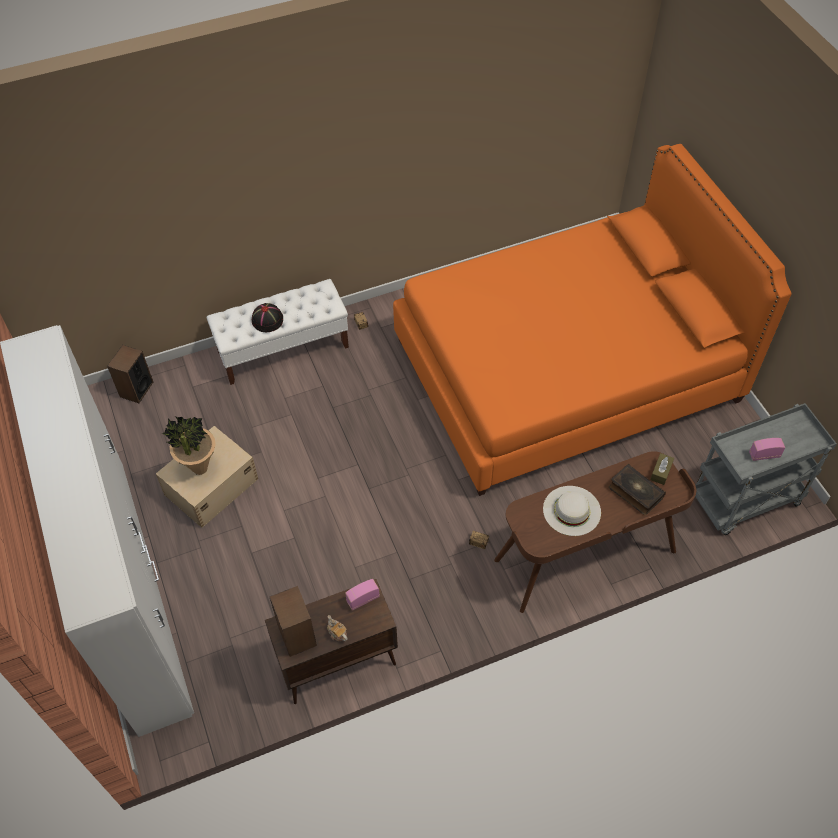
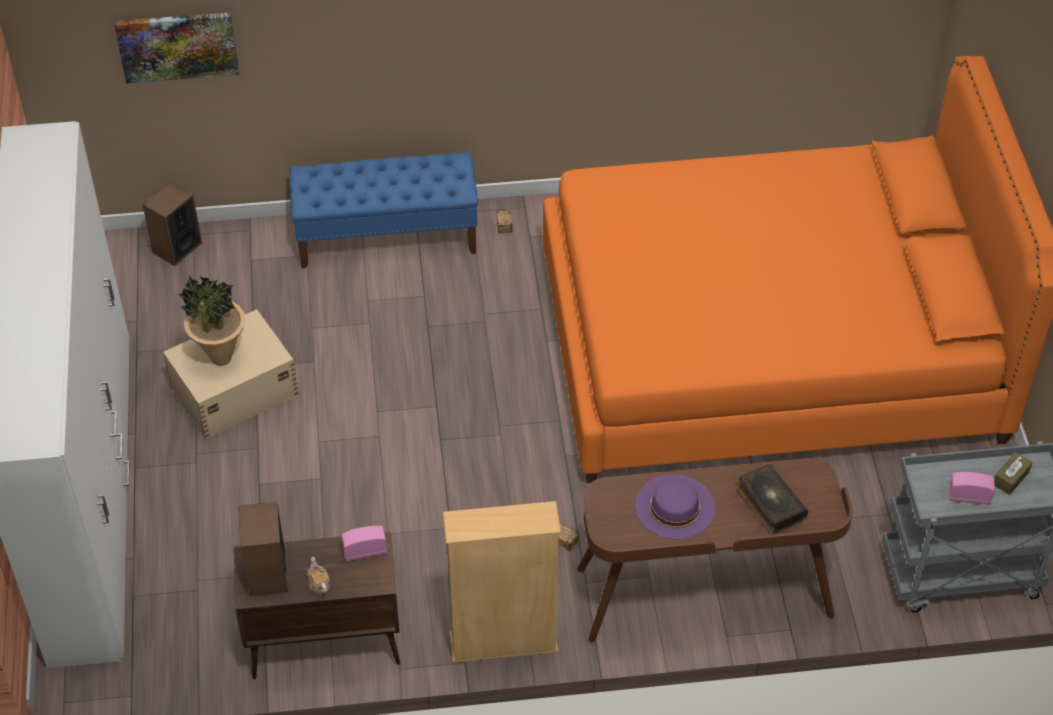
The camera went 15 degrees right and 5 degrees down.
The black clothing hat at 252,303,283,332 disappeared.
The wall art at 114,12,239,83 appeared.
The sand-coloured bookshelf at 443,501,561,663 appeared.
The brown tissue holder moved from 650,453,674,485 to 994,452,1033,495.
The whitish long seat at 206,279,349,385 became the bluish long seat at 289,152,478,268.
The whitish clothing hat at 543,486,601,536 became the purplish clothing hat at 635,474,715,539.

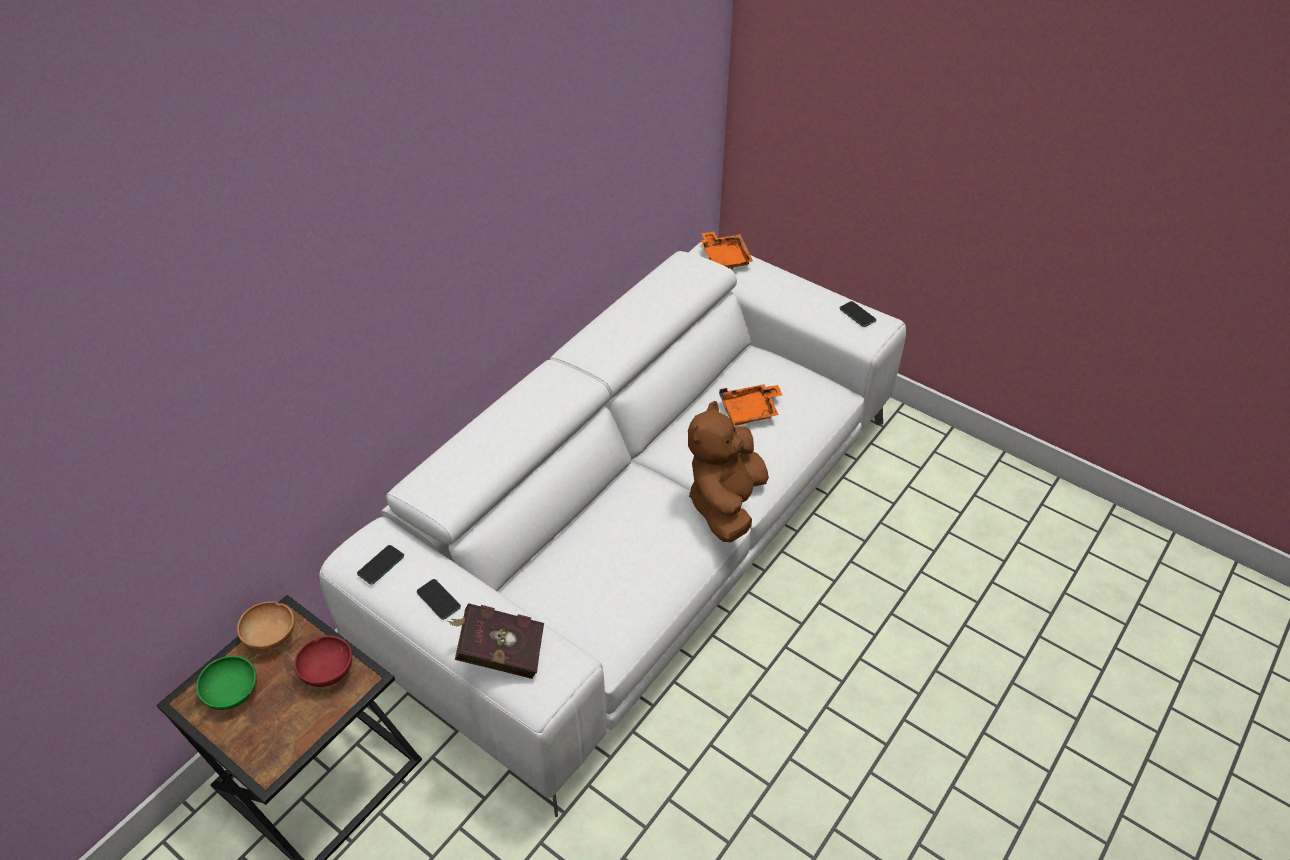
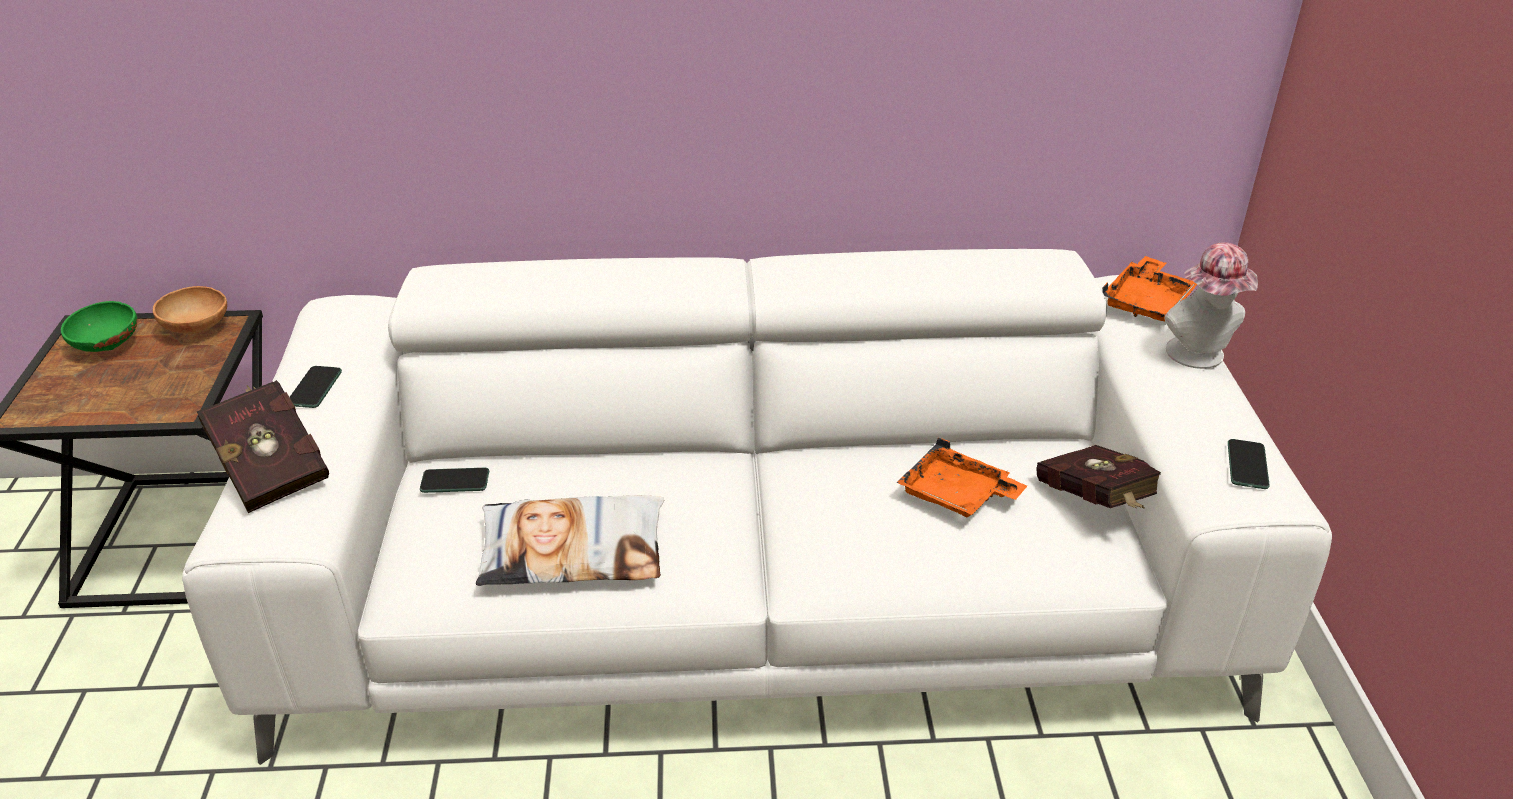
The camera went 50 degrees right and 10 degrees down.
The red-coloured deep dish at 294,636,352,687 disappeared.
The brown plush toy at 688,401,769,542 disappeared.
The cushion at 476,495,664,586 appeared.
The red-coloured volume at 1036,445,1161,508 appeared.
The clothing hat at 1164,242,1258,369 appeared.
The phone moved from 357,545,404,585 to 420,468,489,493.

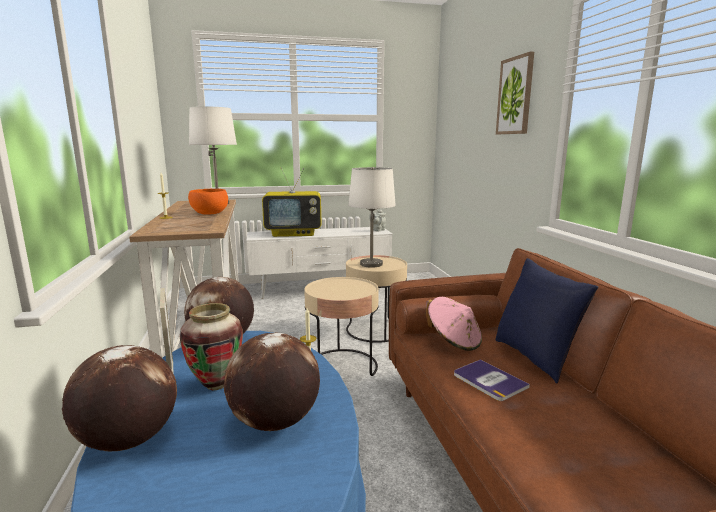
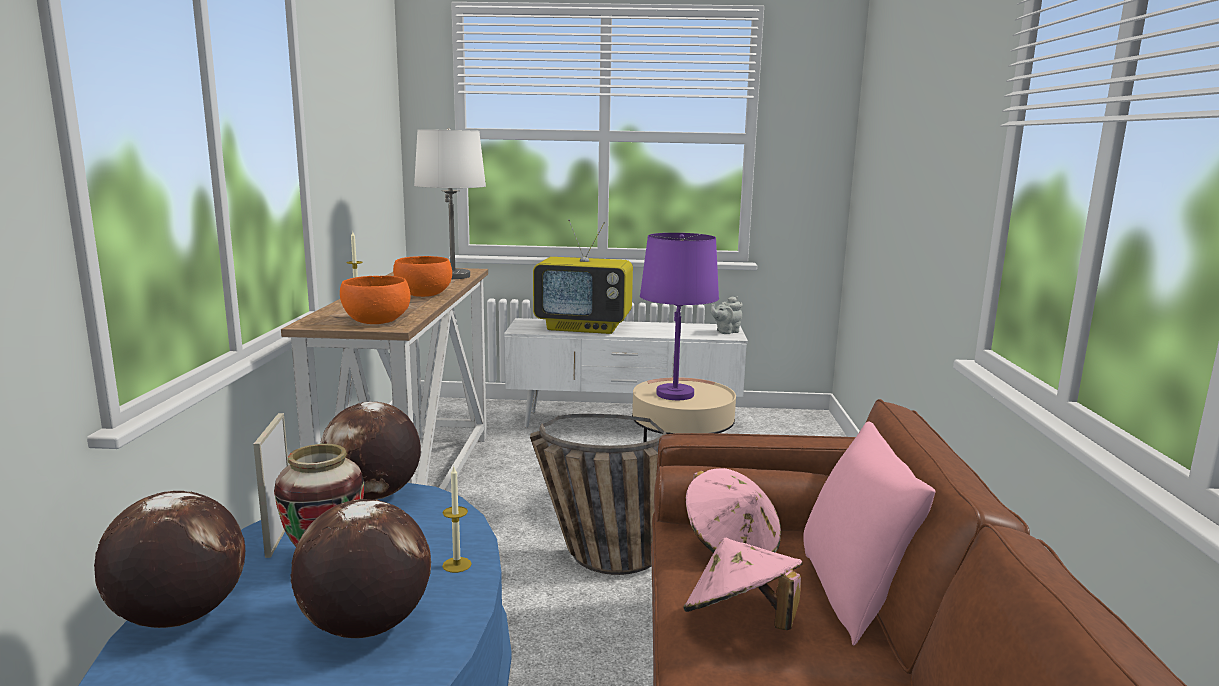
The camera went 15 degrees right and 0 degrees up.
The wall art at 496,52,534,134 disappeared.
The orange-coloured deep dish at 340,276,411,324 appeared.
The sand-coloured end table at 304,277,379,376 was replaced by the basket at 530,414,666,575.
The volume at 454,360,530,401 was replaced by the pinkish clothing hat at 683,538,803,630.
The whitish table lamp at 348,167,396,268 became the purplish table lamp at 640,233,719,400.
The bluish cushion at 495,258,599,383 became the pinkish cushion at 803,421,936,645.

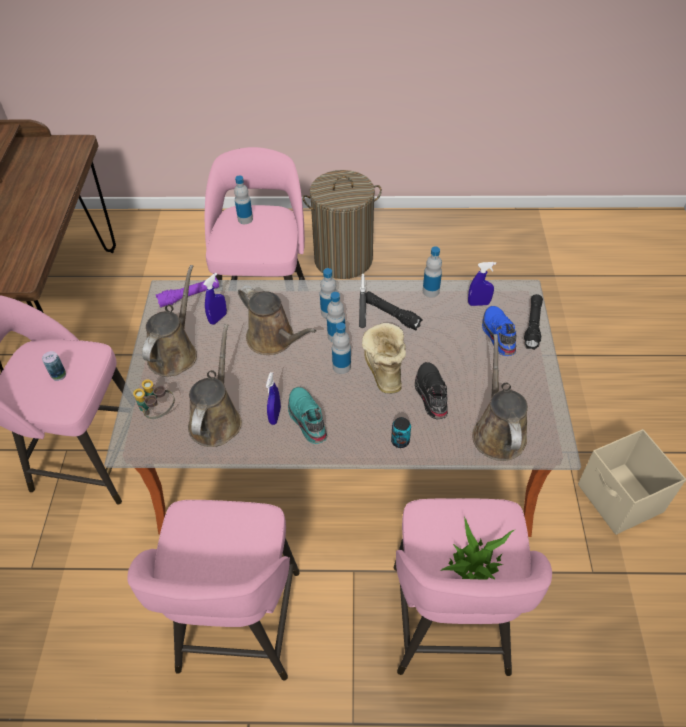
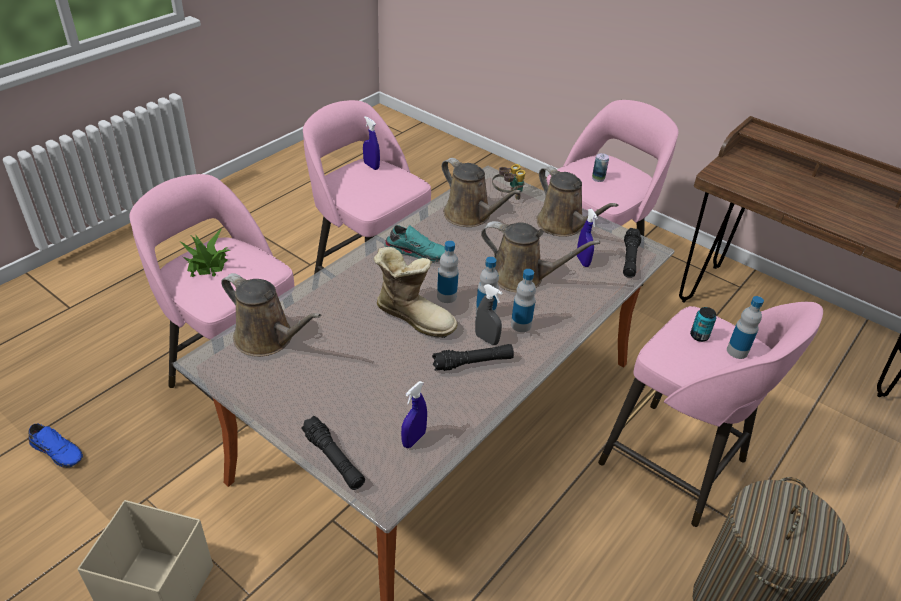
The camera went 125 degrees right and 10 degrees down.
The black low shoe at 415,362,448,419 disappeared.
The drink bottle at 423,246,442,298 disappeared.
The bluish spray bottle moved from 266,372,281,425 to 363,116,380,170.
The can moved from 391,417,411,448 to 690,307,716,342.
The bluish low shoe moved from 482,306,516,356 to 28,424,83,468.
The purplish torch at 156,278,219,307 became the black torch at 623,228,641,278.
The brown watering pot at 238,285,317,355 turned 150 degrees counterclockwise.

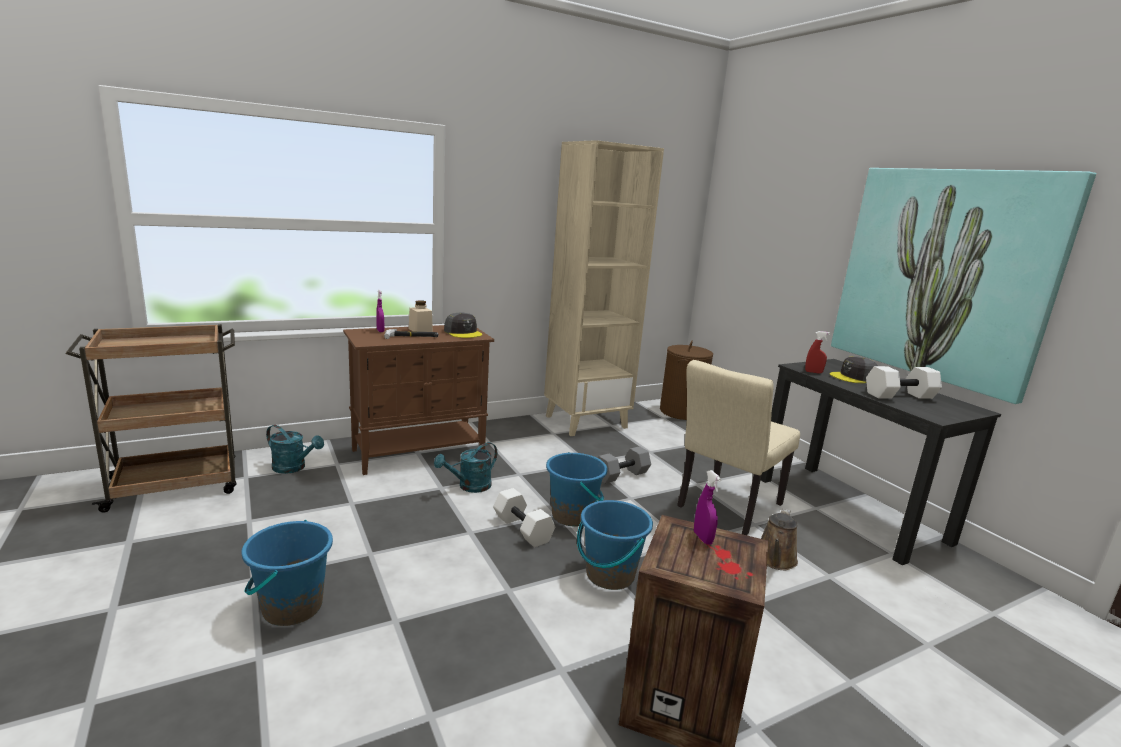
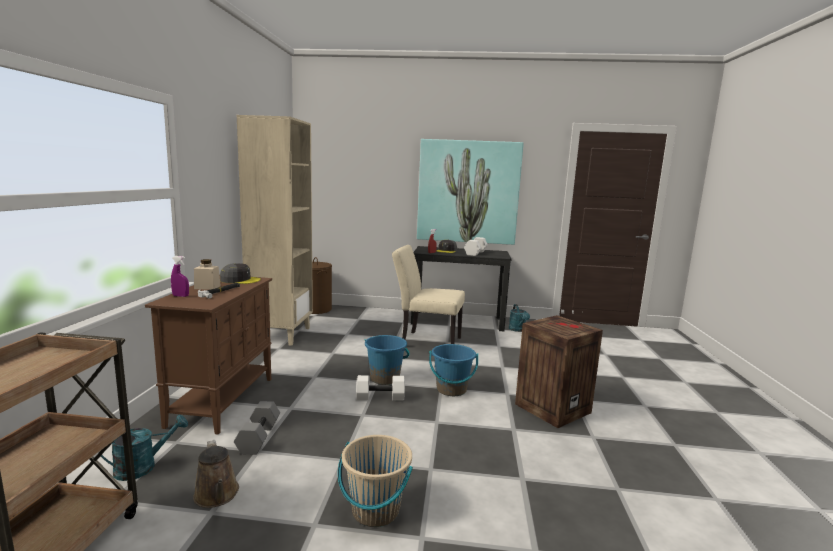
The camera went 55 degrees left and 5 degrees down.
The purplish spray bottle at 694,470,721,545 disappeared.
The turquoise watering pot moved from 434,442,497,493 to 509,304,530,332.
The grey free weight moved from 598,446,651,484 to 234,401,280,455.
The brown watering pot moved from 761,509,798,570 to 193,440,239,508.
The bluish pail at 241,520,333,626 became the sand-coloured pail at 338,435,413,527.
The sand-coloured chair at 677,360,800,535 turned 120 degrees clockwise.

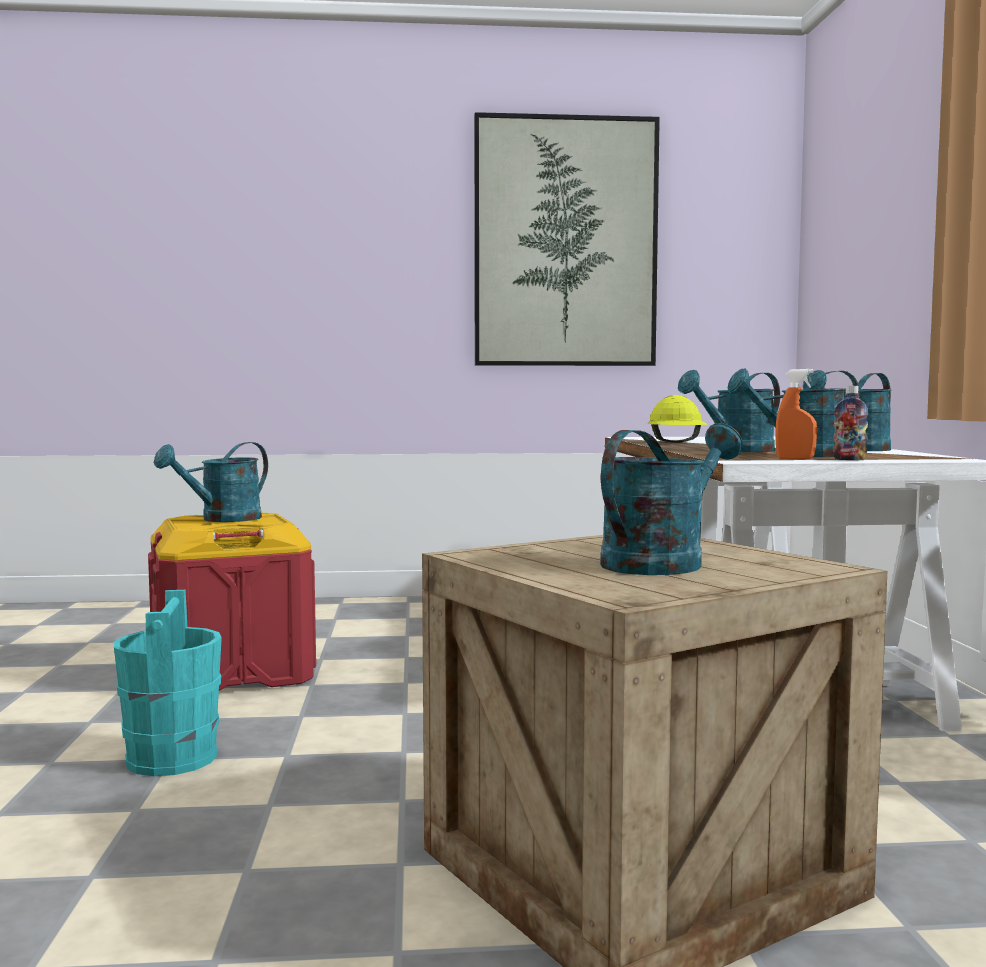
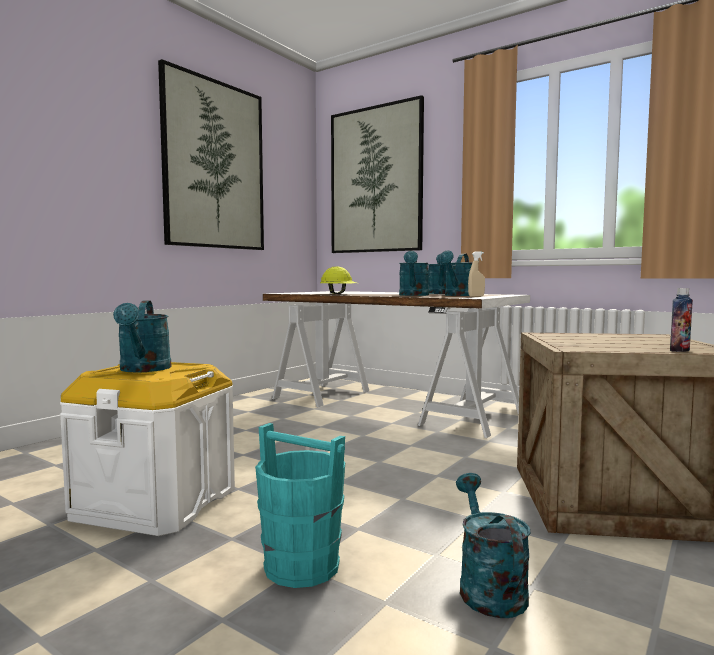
The camera went 50 degrees left and 0 degrees up.
The wall art at 331,95,424,253 appeared.
The turquoise watering pot moved from 600,423,743,575 to 456,473,531,618.
The drink bottle moved from 833,386,868,460 to 670,288,693,352.
The red-coloured storage bin at 148,513,316,691 became the whitish storage bin at 60,362,235,536.
The orange-coloured spray bottle at 775,369,817,460 became the sand-coloured spray bottle at 468,252,485,297.

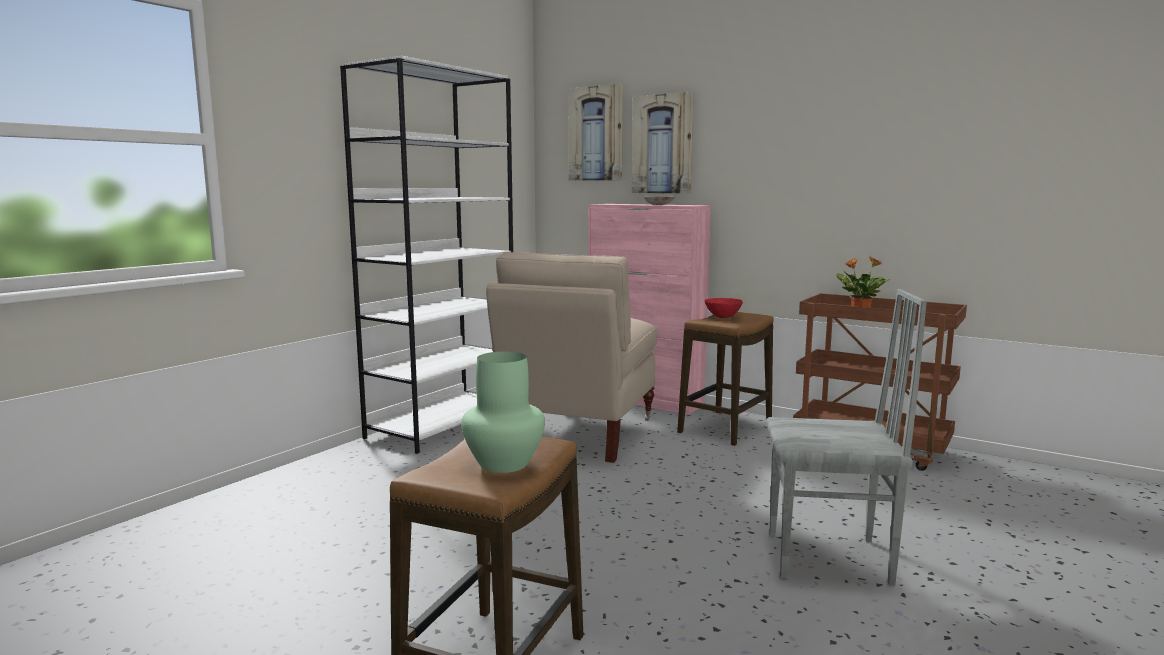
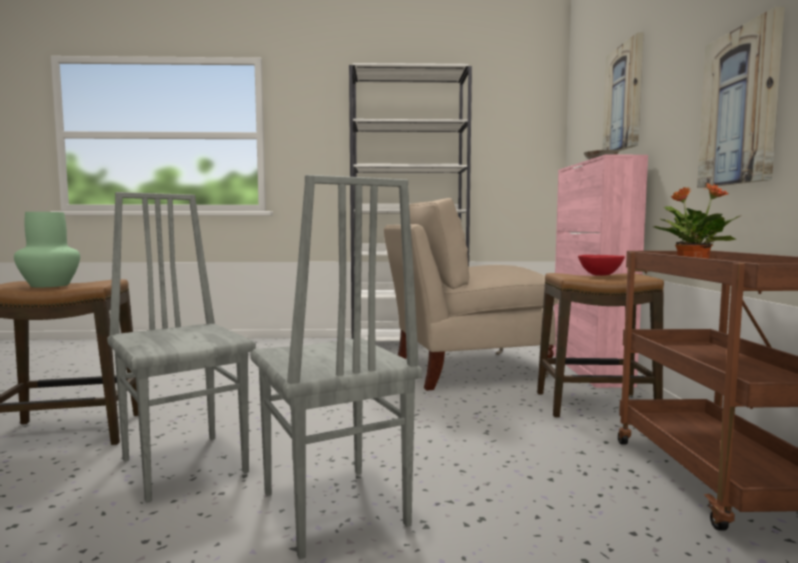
The camera went 55 degrees right and 5 degrees down.
The grey chair at 107,192,256,503 appeared.
The wall art moved from 568,84,623,181 to 697,7,785,188.

